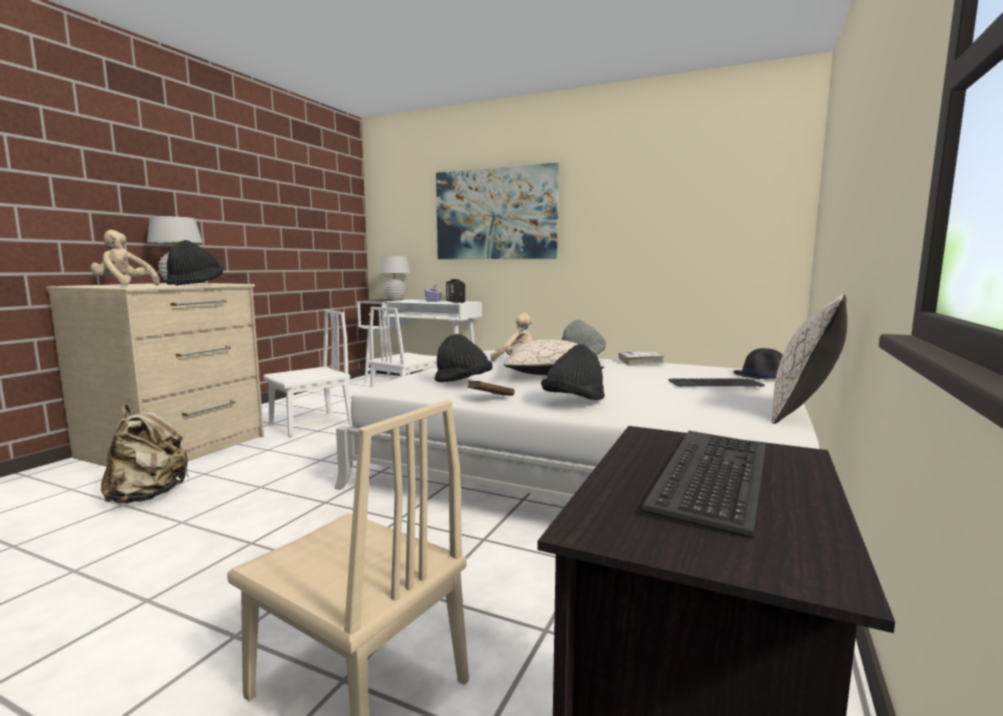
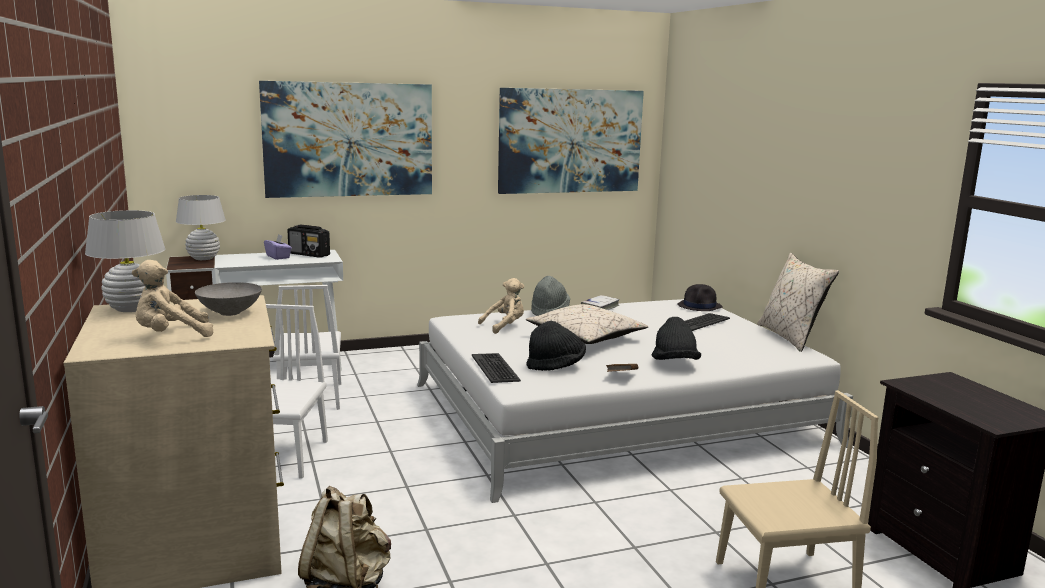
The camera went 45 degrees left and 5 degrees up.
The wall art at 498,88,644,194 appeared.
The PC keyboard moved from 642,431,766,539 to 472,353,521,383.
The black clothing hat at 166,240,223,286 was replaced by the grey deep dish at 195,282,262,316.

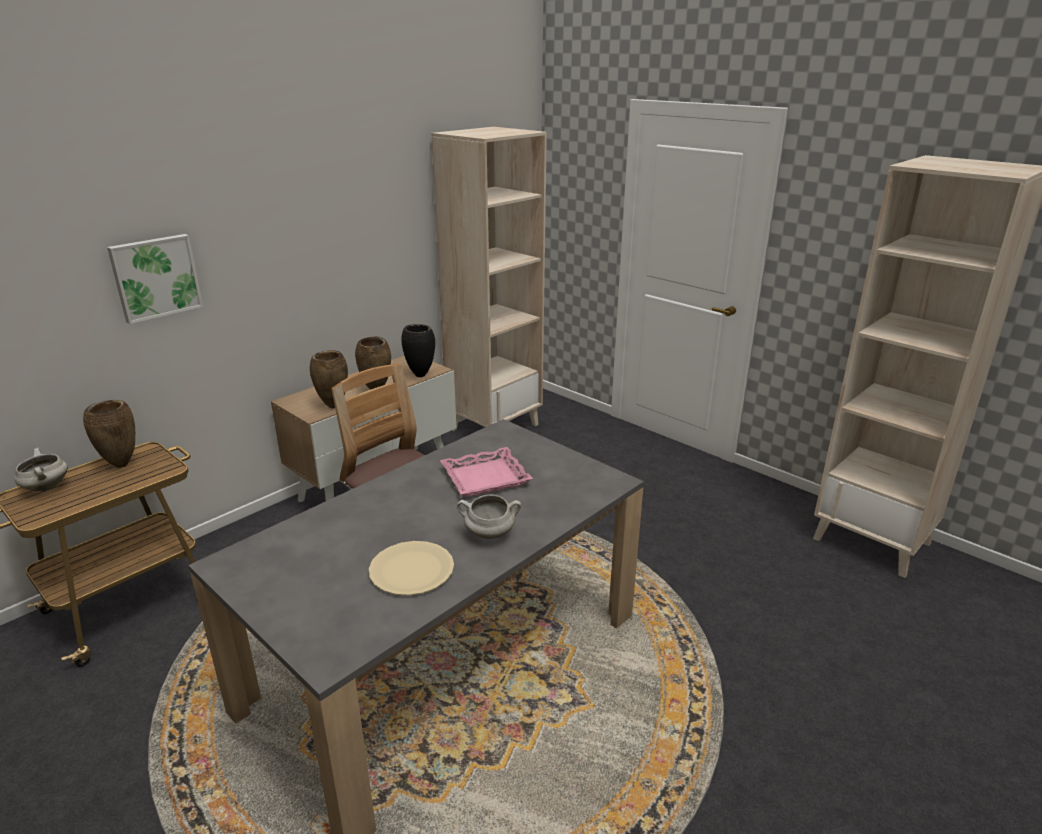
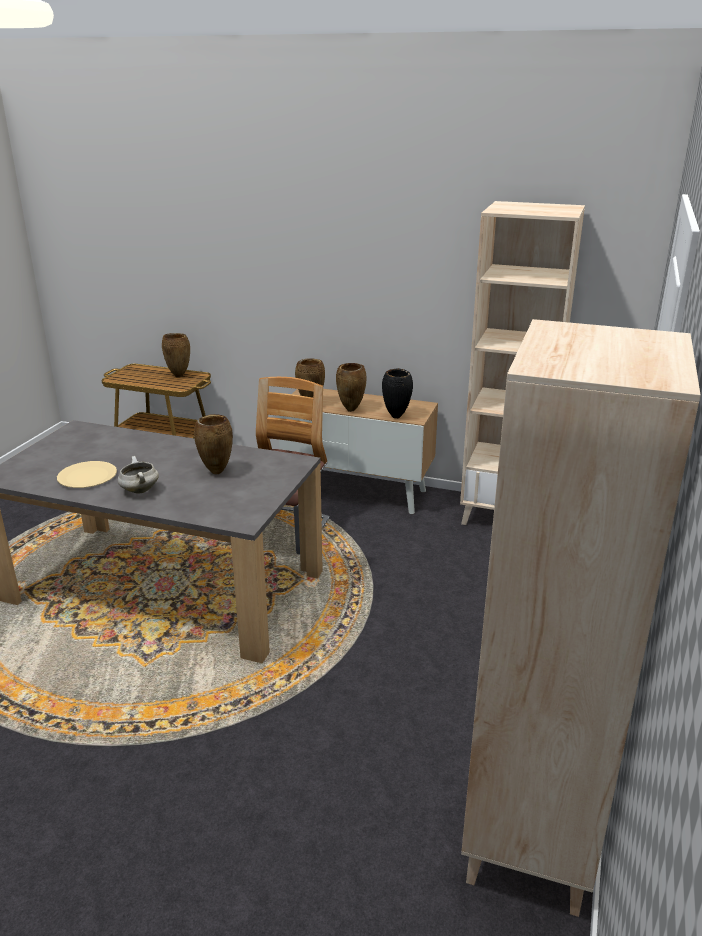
The camera went 65 degrees right and 0 degrees up.
The whitish stockpot at 14,448,68,491 disappeared.
The wall art at 107,234,203,324 disappeared.
The pinkish tray at 440,447,533,497 was replaced by the brown decorative vase at 194,414,233,474.

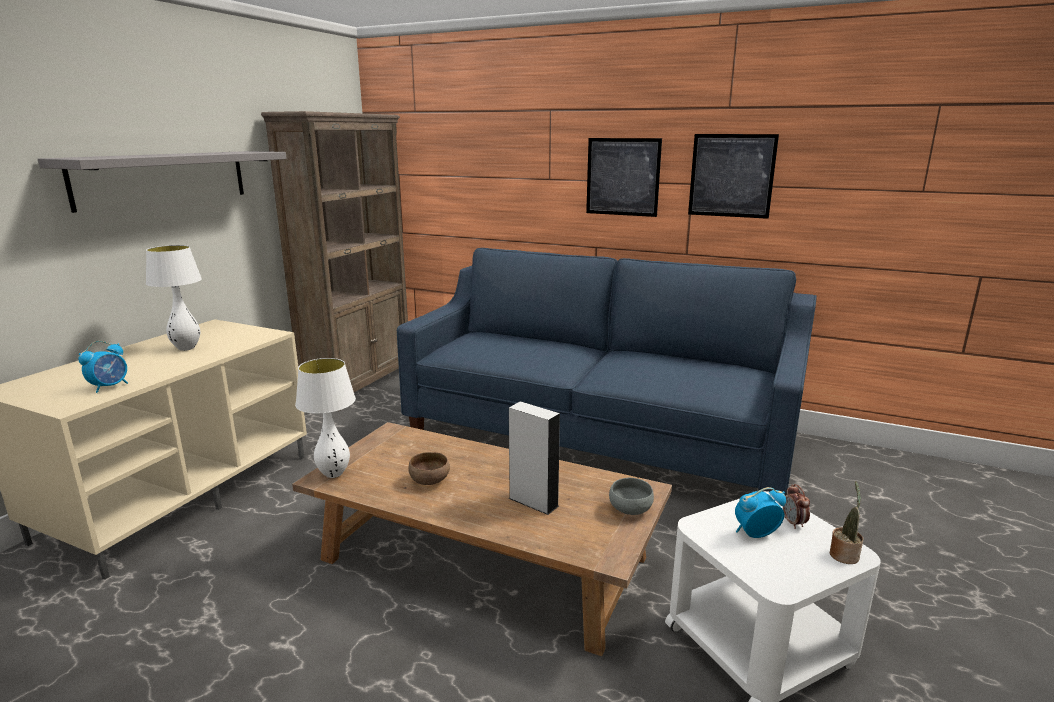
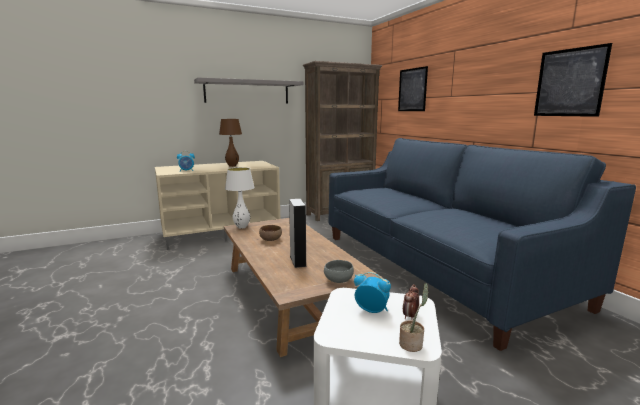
The camera went 40 degrees right and 5 degrees down.
The wall art moved from 586,138,662,217 to 398,66,428,111.
The whitish table lamp at 146,245,202,351 became the brown table lamp at 219,119,242,167.

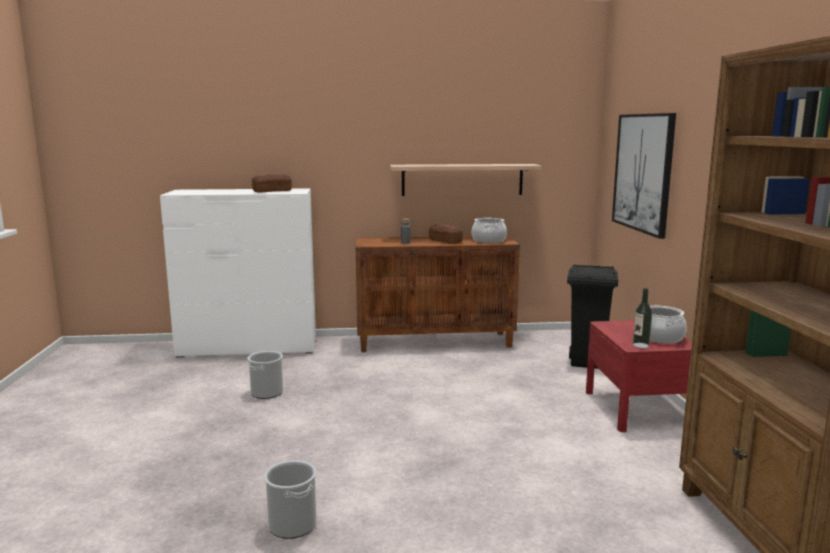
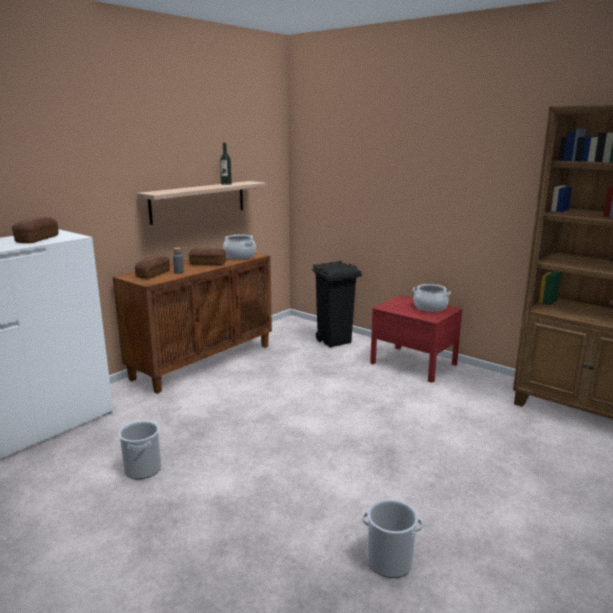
The camera went 45 degrees left and 5 degrees up.
The wall art at 612,113,676,239 disappeared.
The bread at 135,256,170,279 appeared.
The drink bottle moved from 633,288,652,348 to 220,143,232,185.

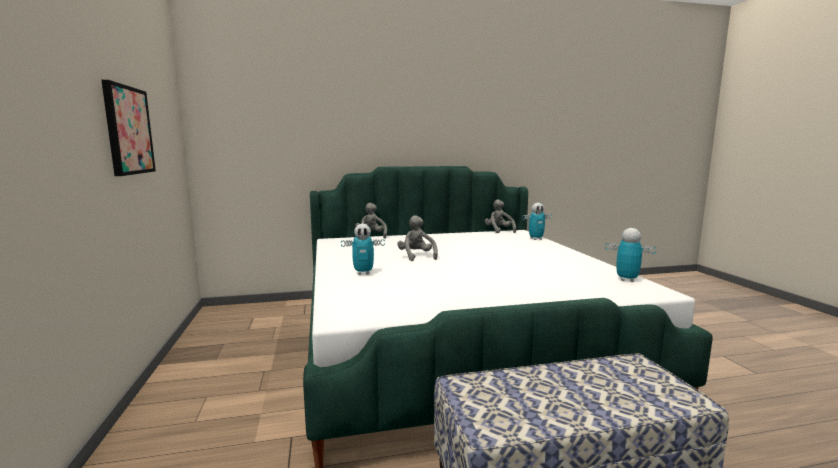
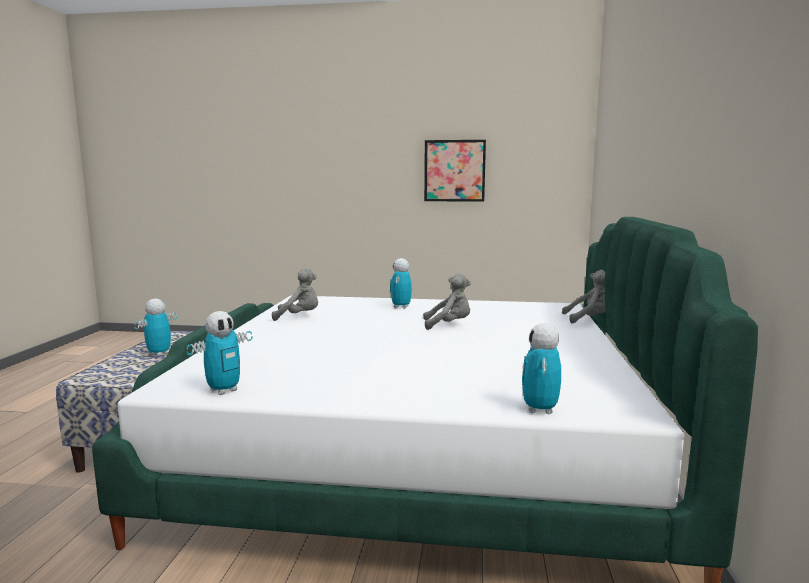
The camera went 110 degrees right and 0 degrees up.
The robot figure at 134,299,177,356 appeared.
The grey plush toy moved from 485,199,516,233 to 272,268,318,321.

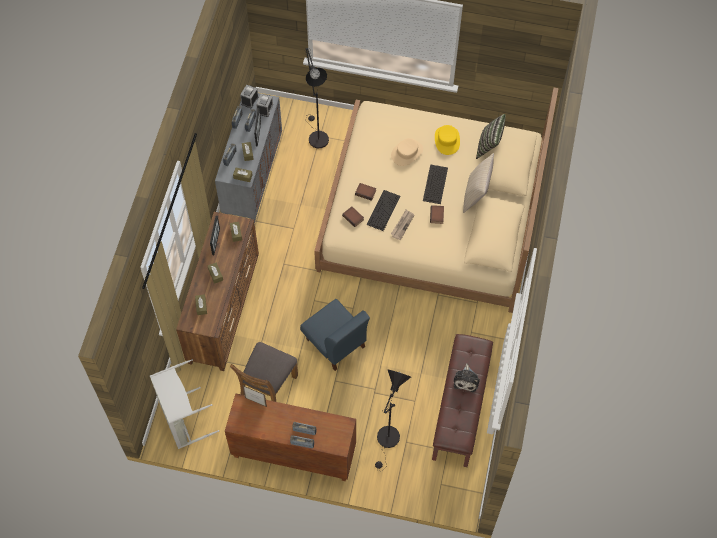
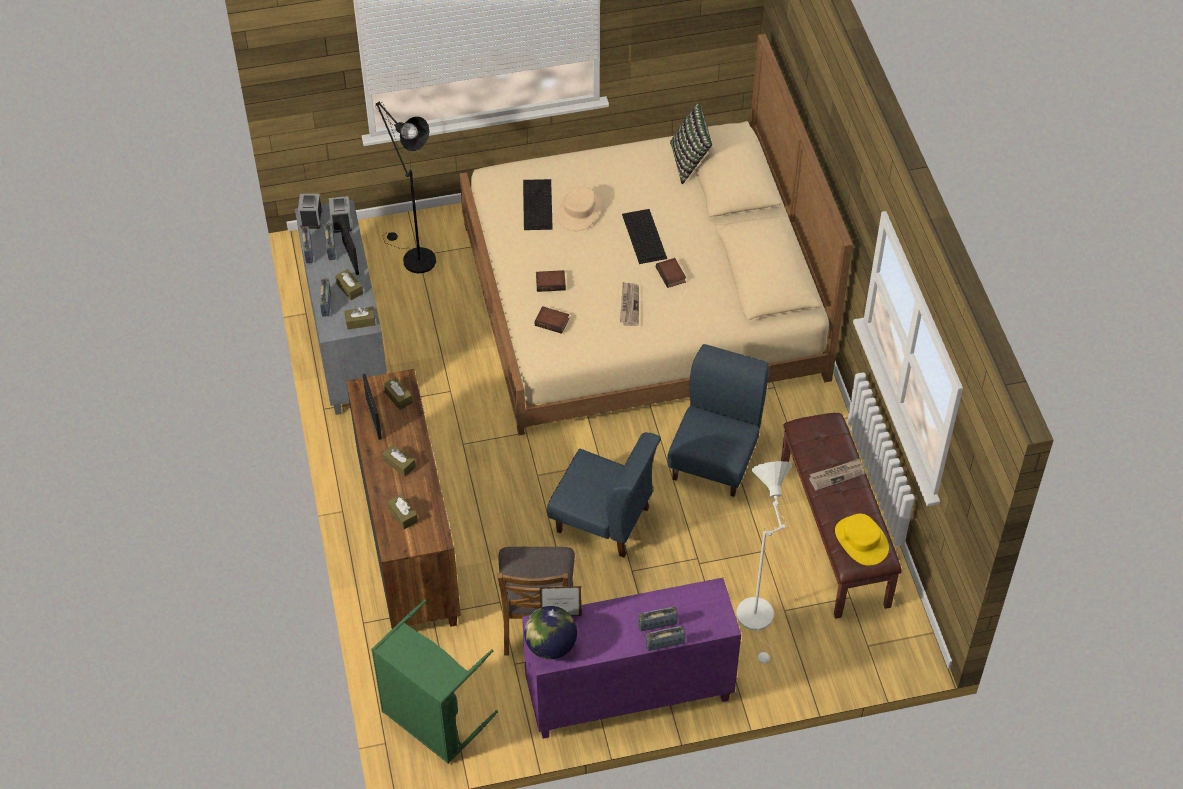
The camera went 25 degrees left and 10 degrees down.
The sand-coloured cushion at 463,153,494,213 disappeared.
The globe at 524,606,577,659 appeared.
The bluish chair at 667,344,769,497 appeared.
The PC keyboard moved from 366,190,400,231 to 523,179,553,230.
The yellow clothing hat moved from 435,125,460,155 to 835,514,889,566.
The plush toy at 454,363,480,392 was replaced by the printed paper at 809,458,865,491.
The grey laundry basket at 150,359,219,449 became the green-coloured laundry basket at 371,599,498,764.
The brown storage cabinet at 225,393,356,481 became the purplish storage cabinet at 522,578,741,739.
The black standard lamp at 375,369,411,471 became the whitish standard lamp at 736,461,792,666.

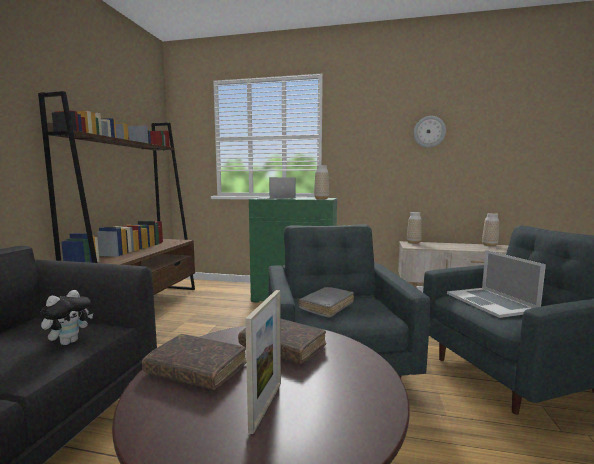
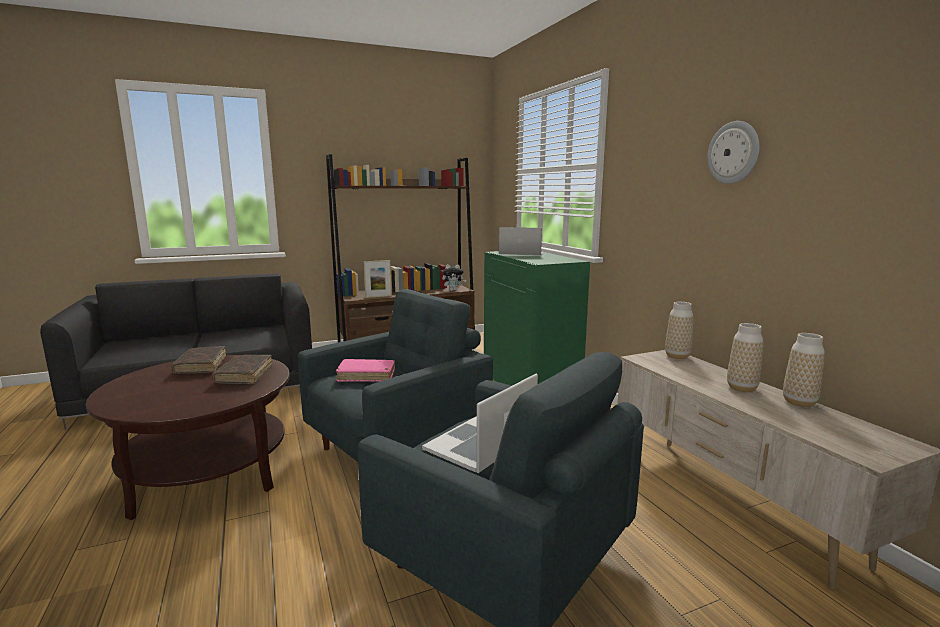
The camera went 55 degrees right and 5 degrees up.
The plush toy moved from 41,290,93,345 to 442,265,466,291.
The standing frame moved from 245,290,281,434 to 364,260,392,298.
The decorative vase moved from 314,165,329,199 to 727,323,763,392.
The grey volume at 299,287,354,318 became the pinkish volume at 336,359,395,382.

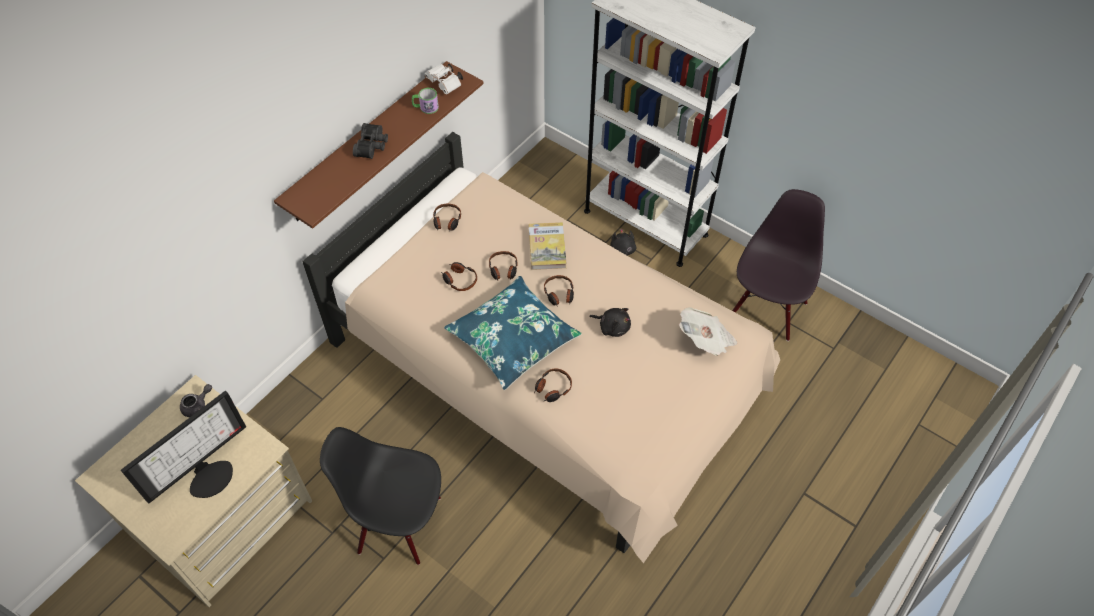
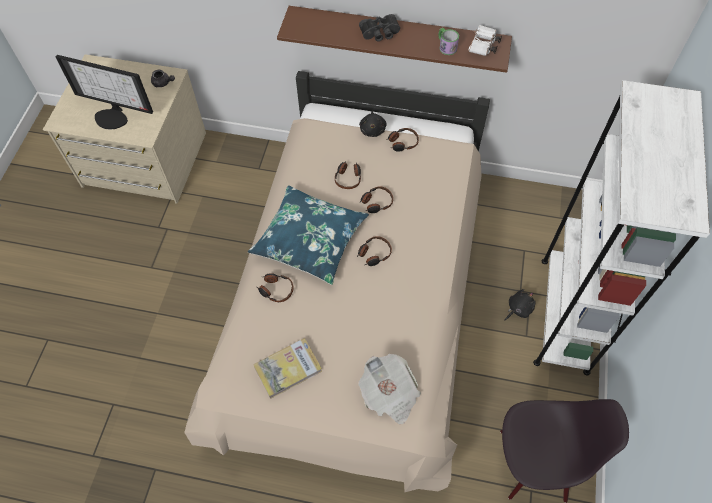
The camera went 65 degrees right and 5 degrees up.
The black chair at 320,427,441,565 disappeared.
The volume moved from 529,222,567,270 to 253,338,322,399.
The black plush toy moved from 589,308,631,337 to 359,111,387,137.

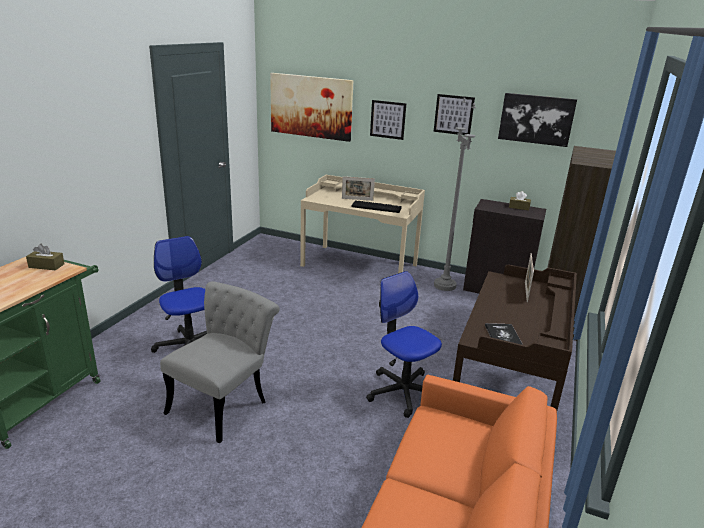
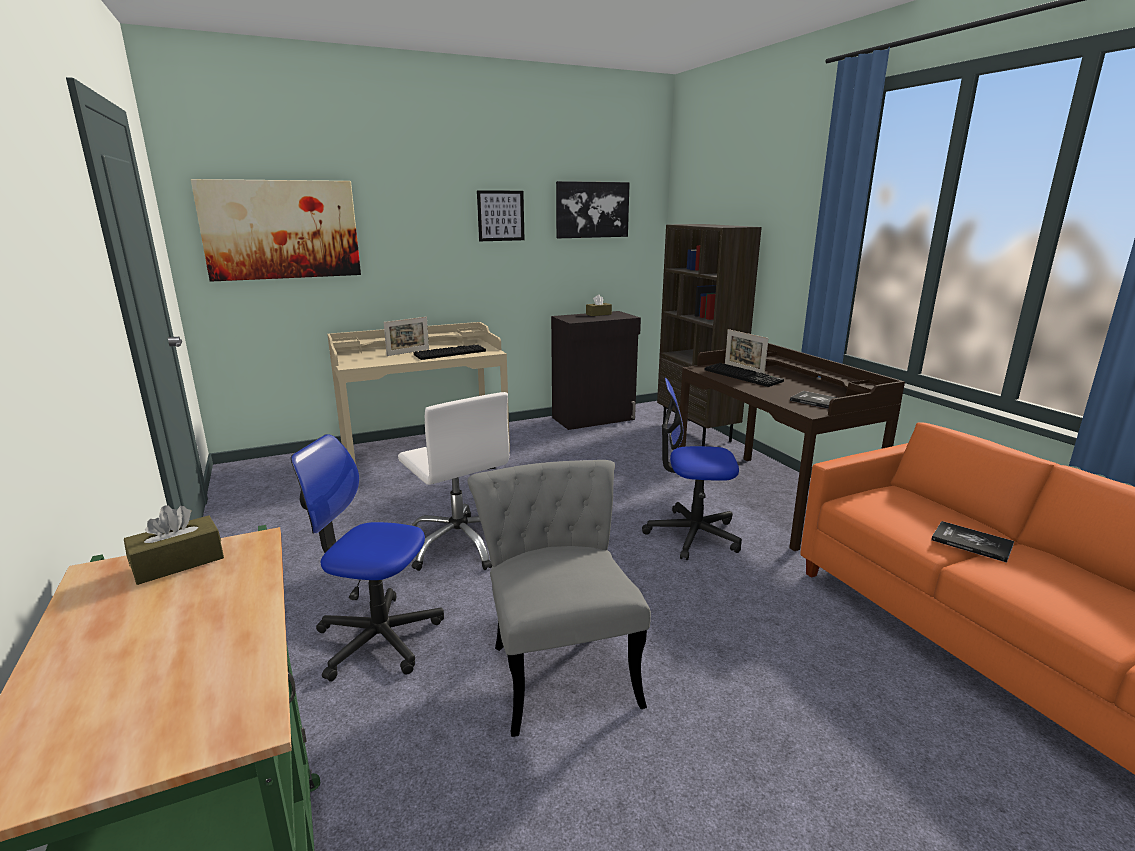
The camera went 45 degrees left and 5 degrees down.
The wall art at 370,100,406,140 disappeared.
The grey standard lamp at 434,97,476,291 disappeared.
The whitish computer chair at 398,392,509,571 appeared.
The PC keyboard at 705,363,784,387 appeared.
The volume at 931,521,1014,563 appeared.

